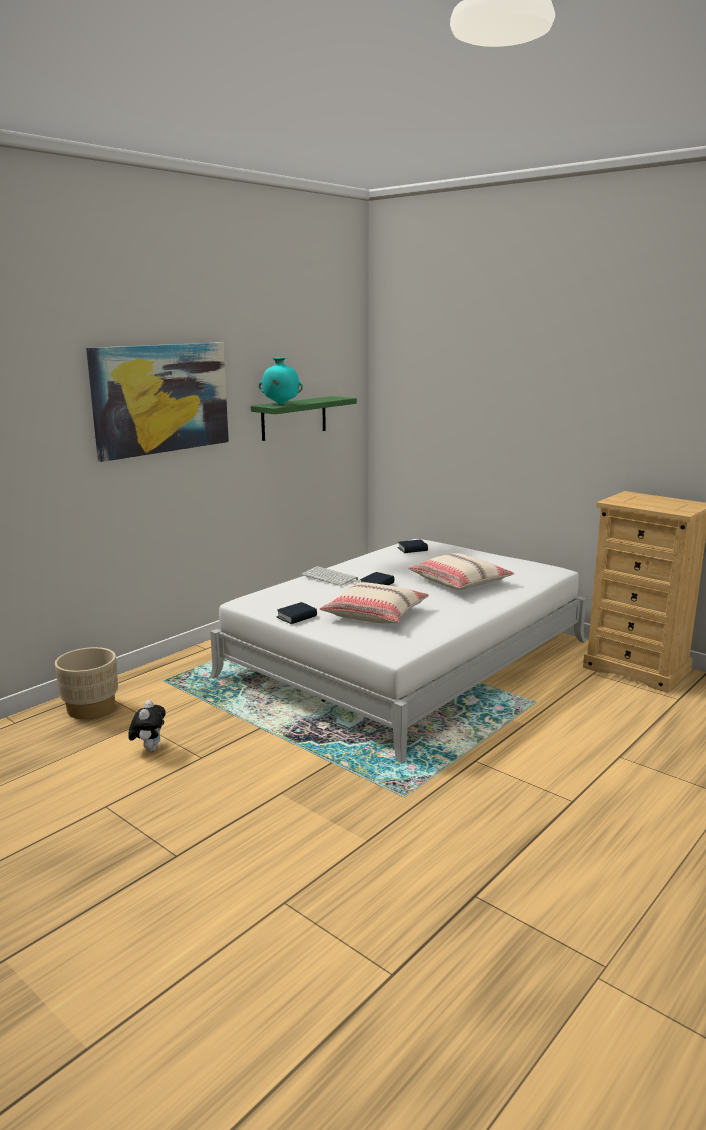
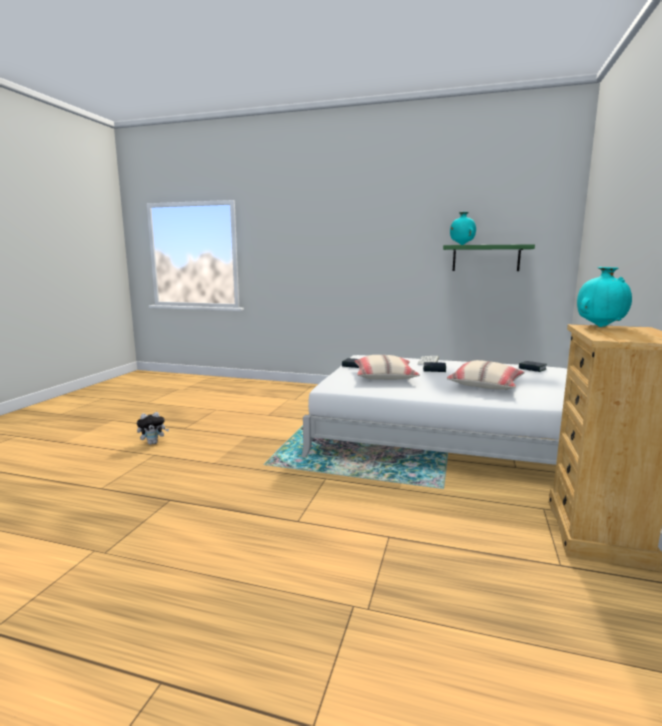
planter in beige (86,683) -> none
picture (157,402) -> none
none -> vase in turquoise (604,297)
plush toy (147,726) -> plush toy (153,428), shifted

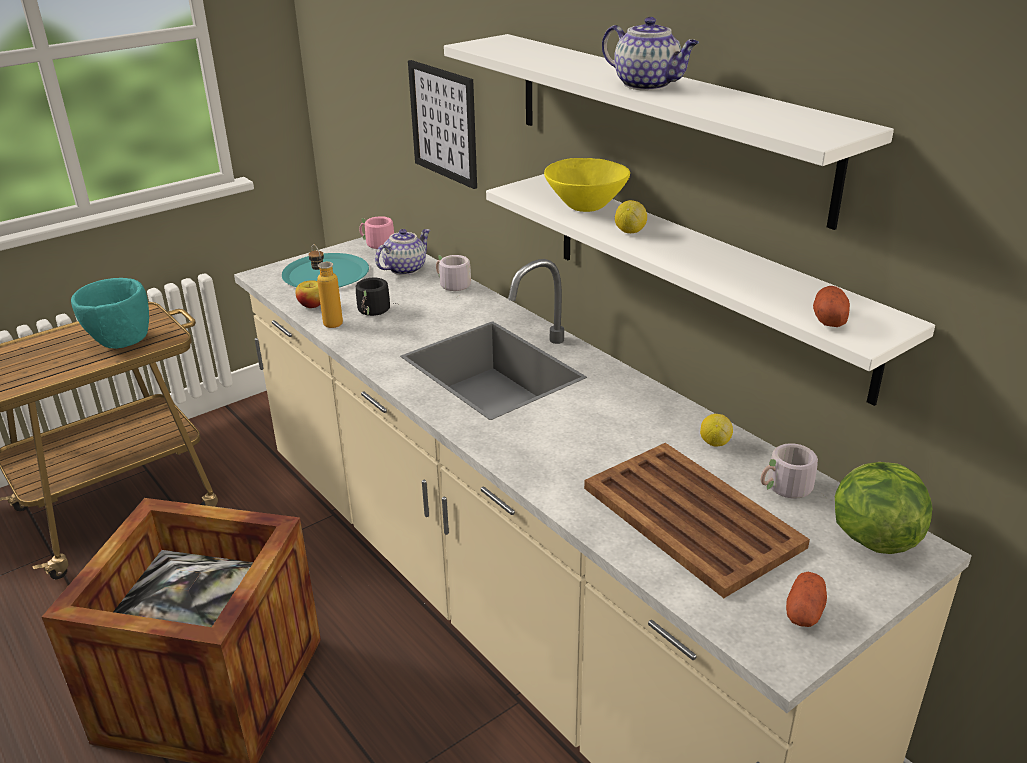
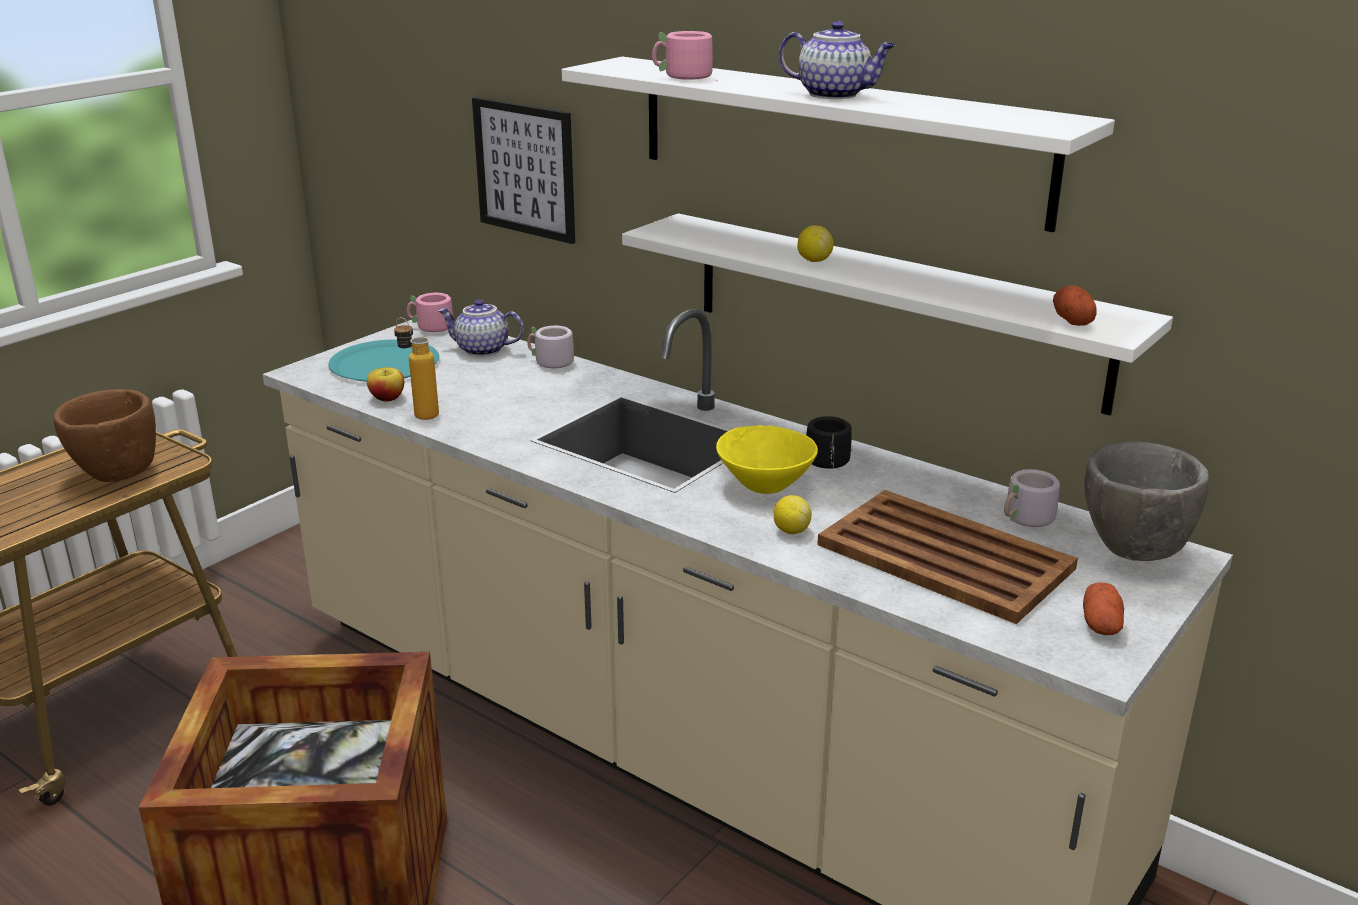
none -> mug in pink (685,56)
mug in black (375,296) -> mug in black (829,442), shifted
bowl in yellow (587,185) -> bowl in yellow (767,459), shifted
lemon (716,430) -> lemon (793,514), shifted
lettuce (883,508) -> bowl in grey (1146,501)
bowl in turquoise (110,313) -> bowl in brown (104,435)
teapot (402,252) -> teapot (481,328), 105 degrees counterclockwise

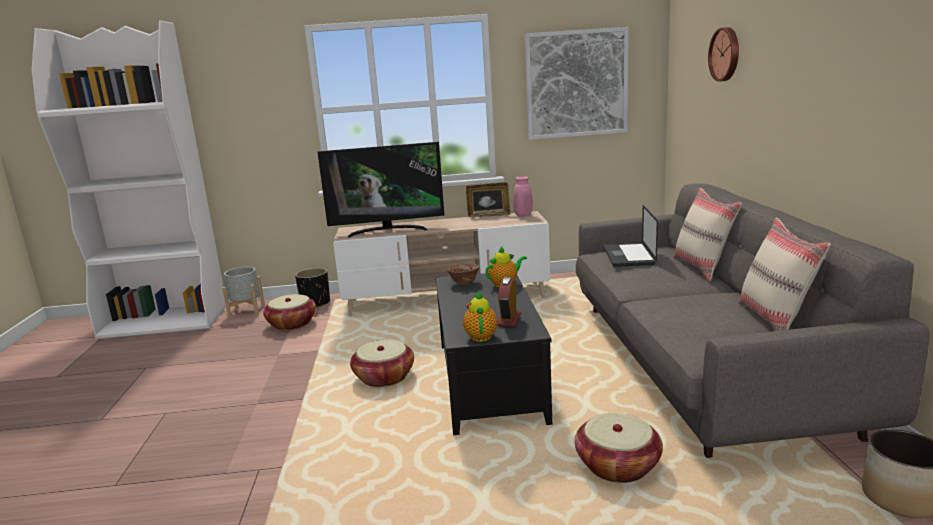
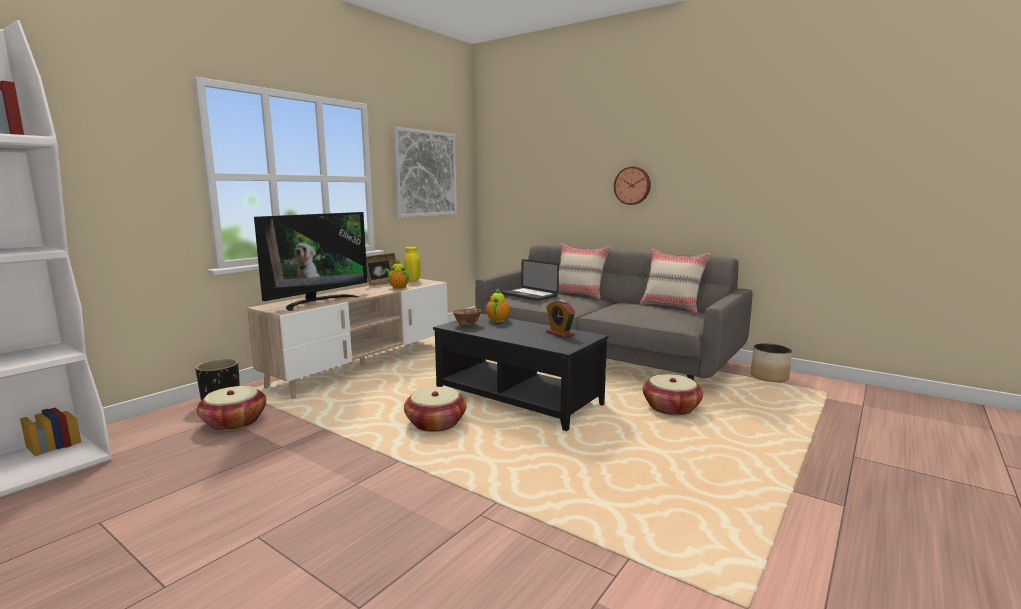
planter in grey (244,292) -> none
teapot (480,316) -> teapot (396,274), shifted
wall clock (723,54) -> wall clock (632,185), shifted
vase in pink (523,196) -> vase in yellow (412,264)

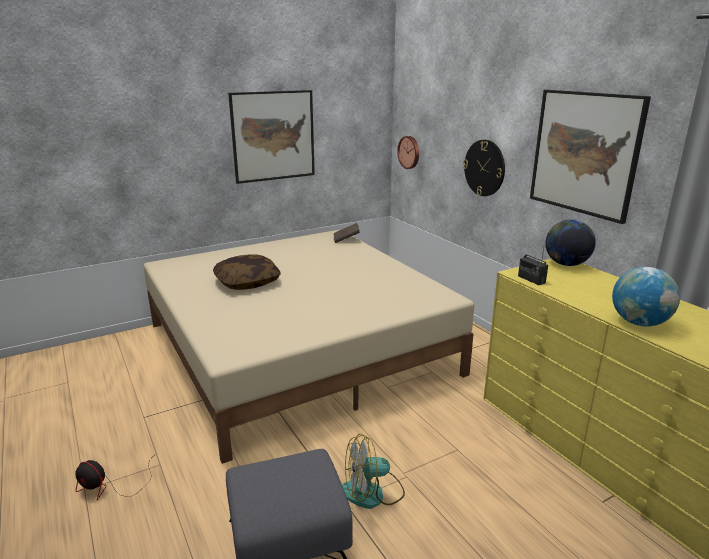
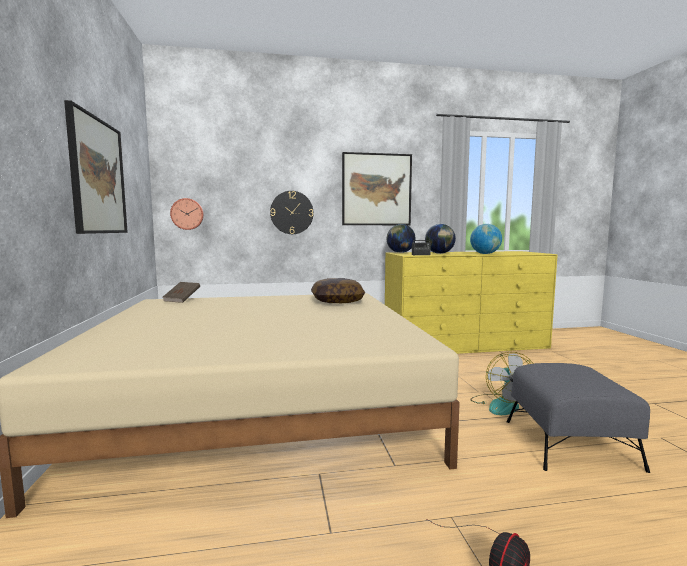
none -> globe (440,239)
pillow (246,272) -> pillow (338,290), shifted

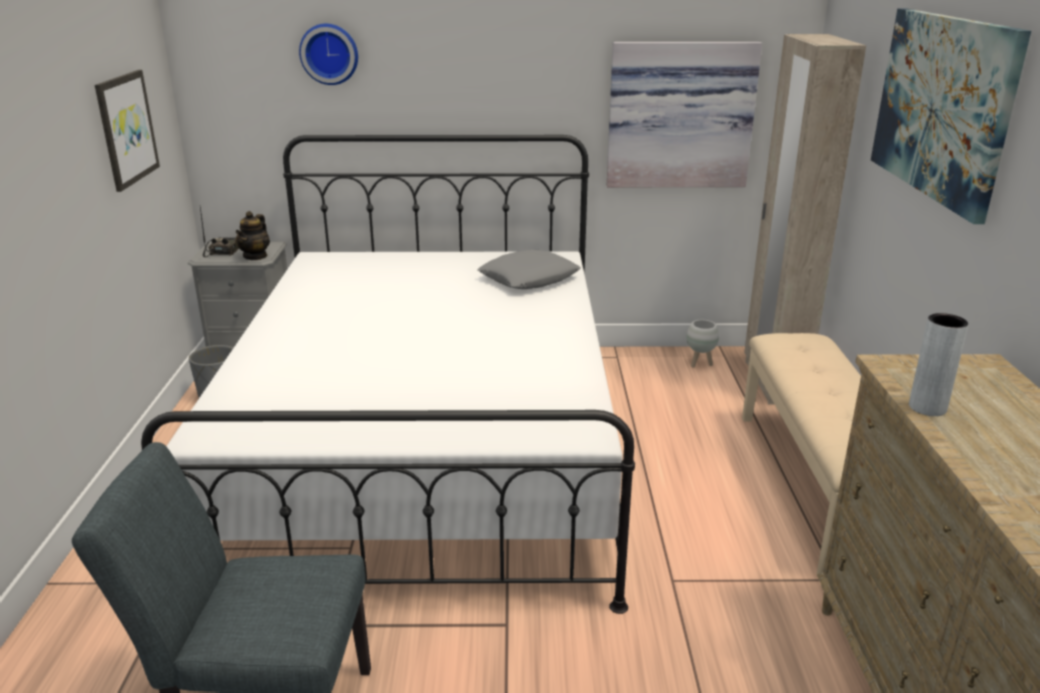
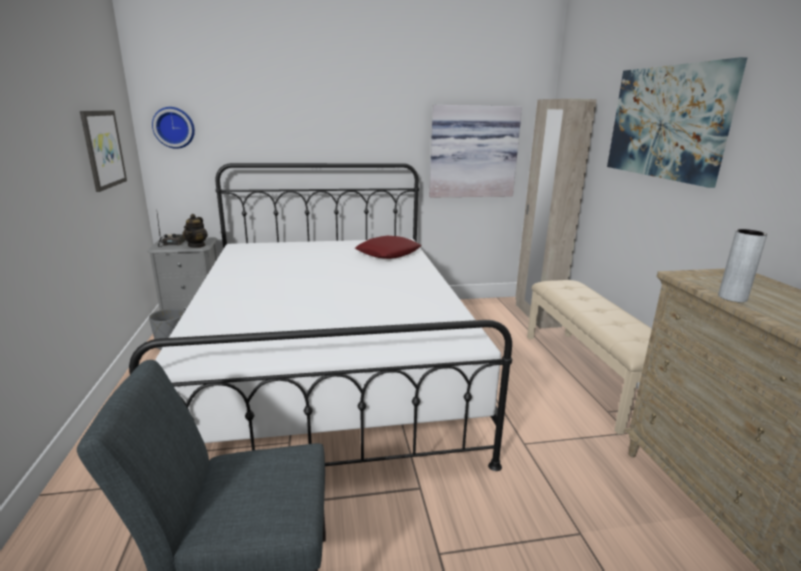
planter in white (703,343) -> none
wall clock (328,54) -> wall clock (173,128), shifted
pillow in grey (529,269) -> pillow in red (388,247)

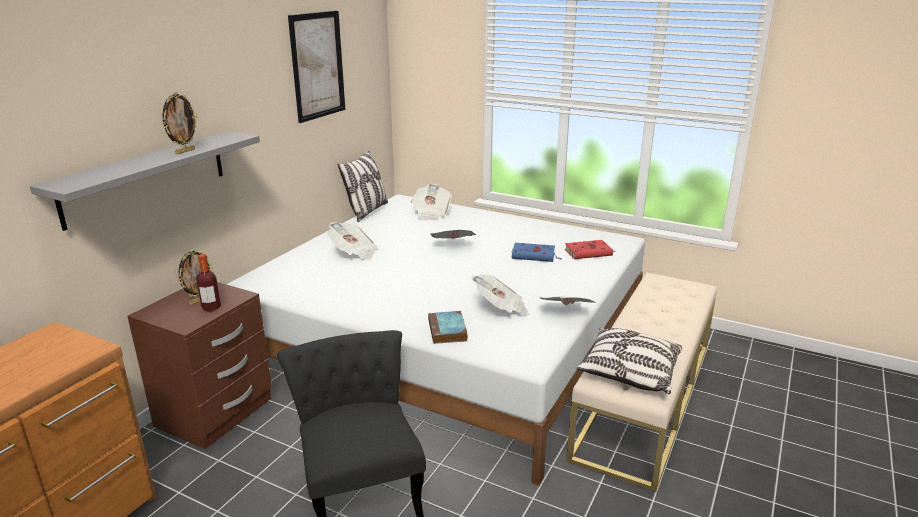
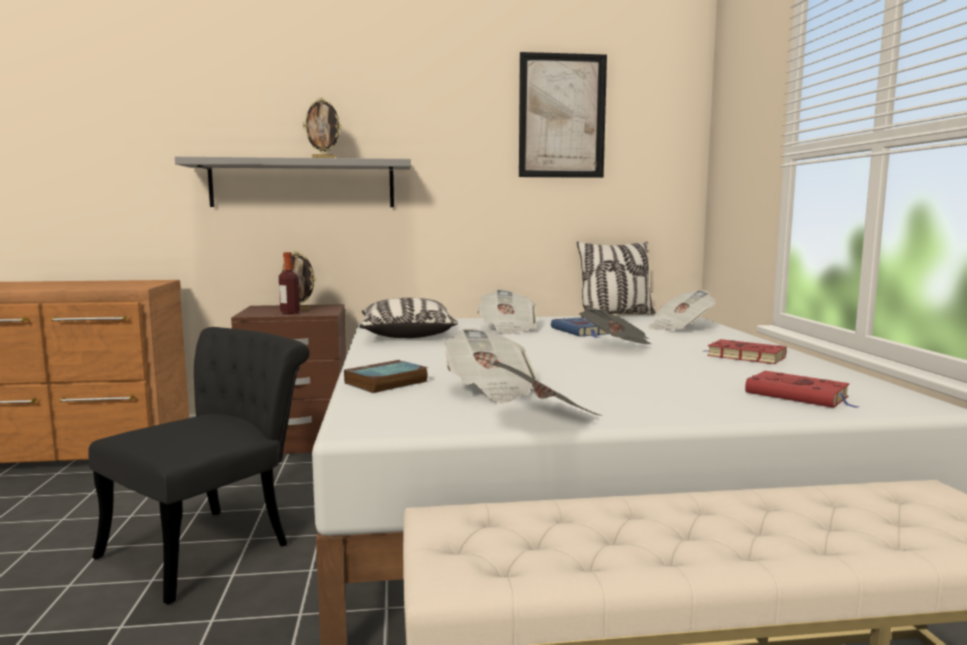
none -> book in red (745,351)
book in blue (537,252) -> book in blue (580,327), shifted
pillow (629,361) -> pillow (408,318), shifted

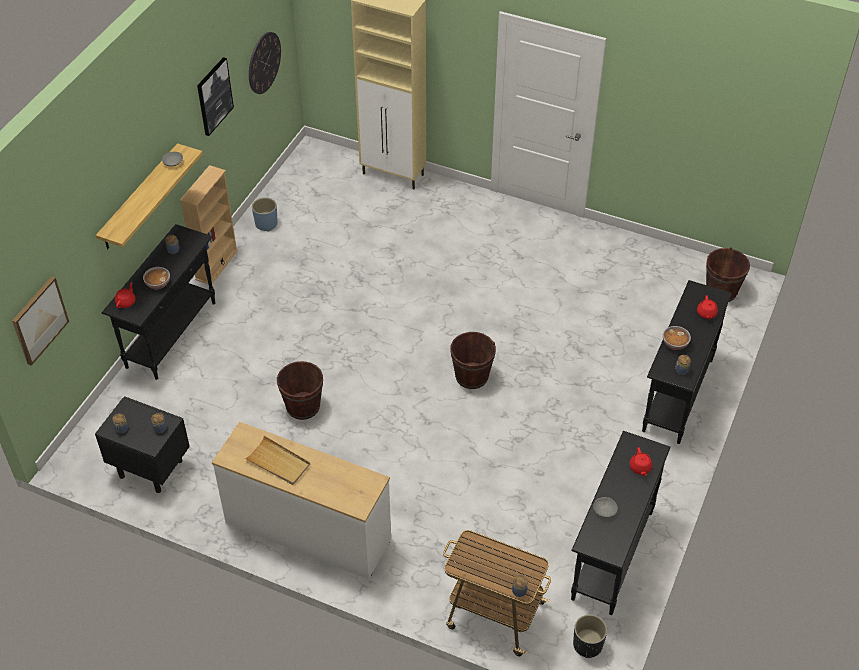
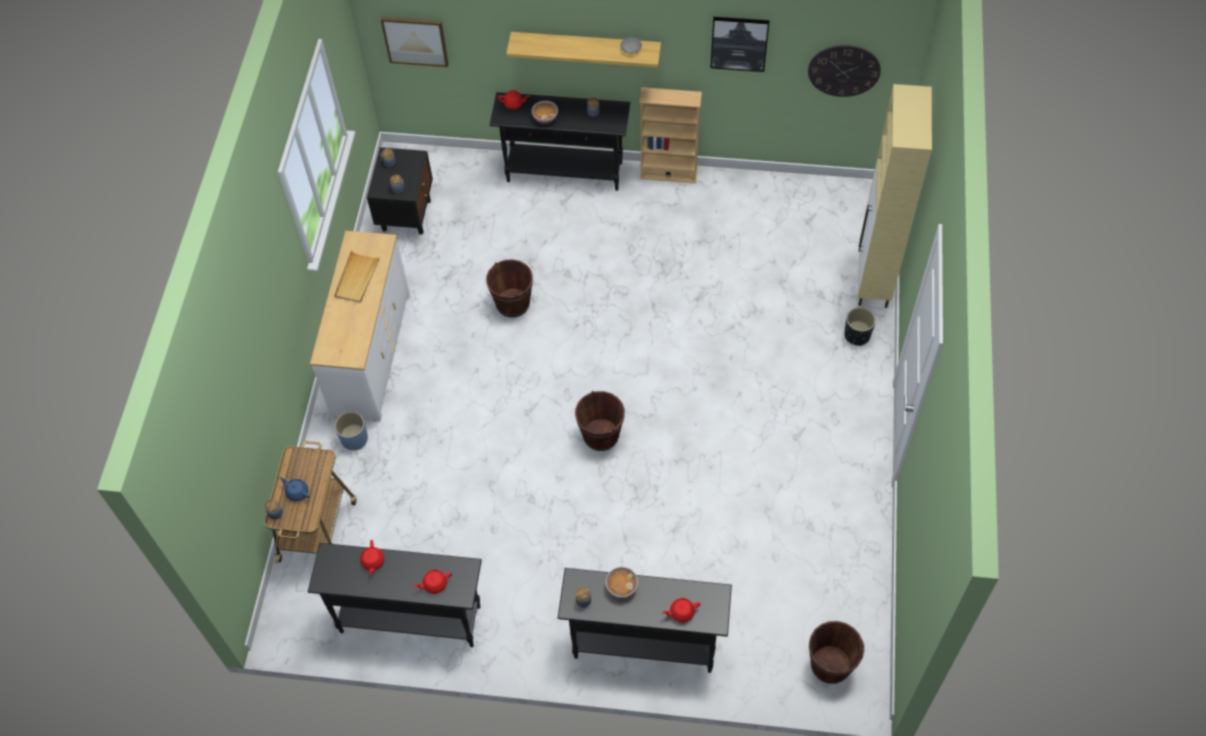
none -> teapot in blue (294,489)
planter in blue (265,214) -> planter in blue (351,430), shifted
planter in black (590,636) -> planter in black (860,326), shifted
bowl in grey (605,507) -> teapot in red (372,557)

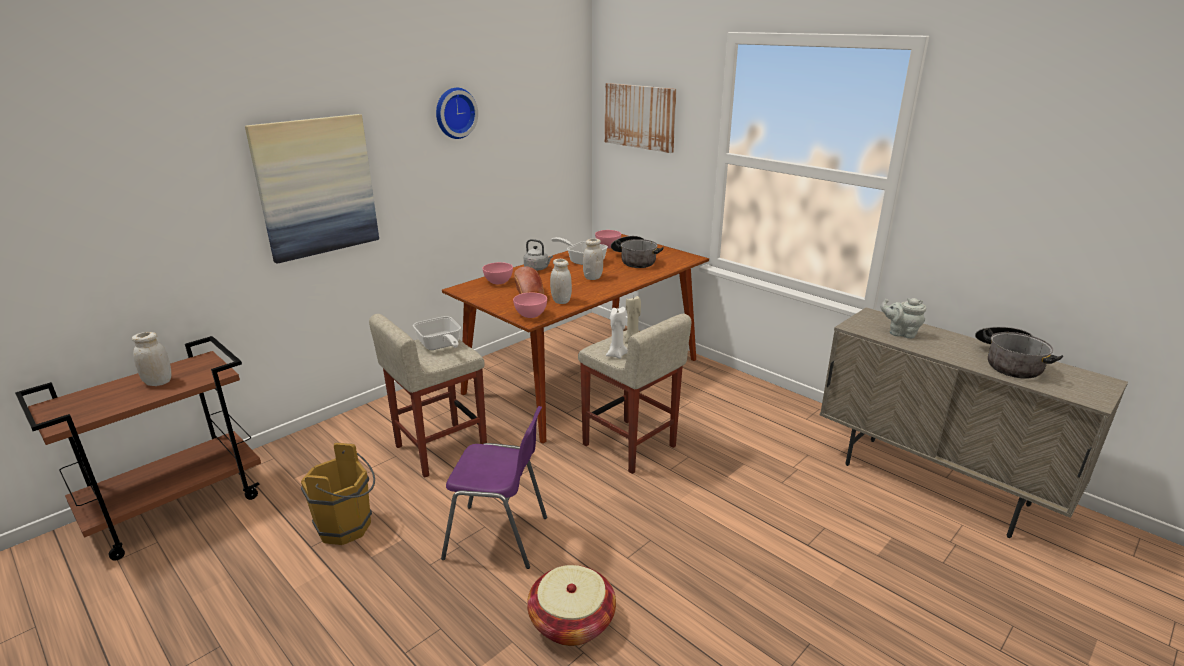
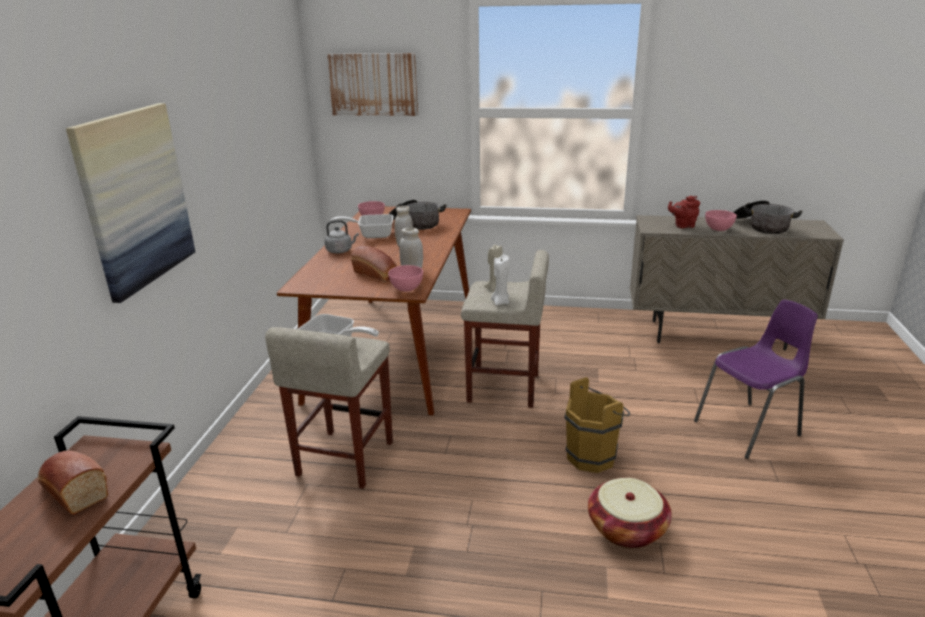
wall clock (457,113) -> none
bucket in brown (338,493) -> bucket in brown (597,425), shifted
chair in purple (494,487) -> chair in purple (756,379), shifted
bowl in pink (498,273) -> bowl in pink (721,220), shifted
jar in white (151,359) -> bread (73,483)
teapot in grey (903,318) -> teapot in red (684,212)

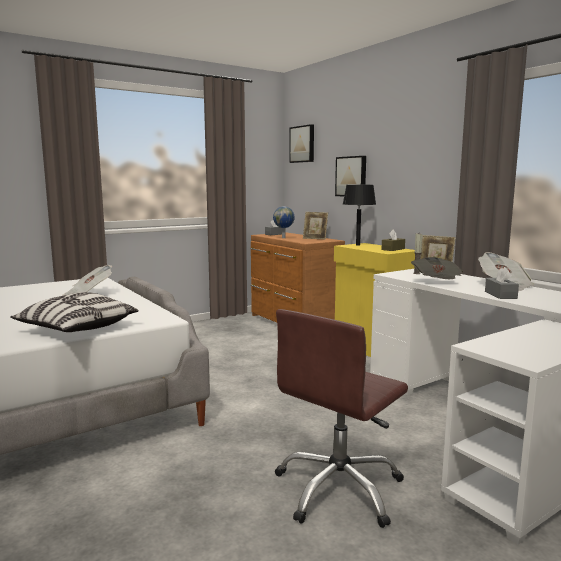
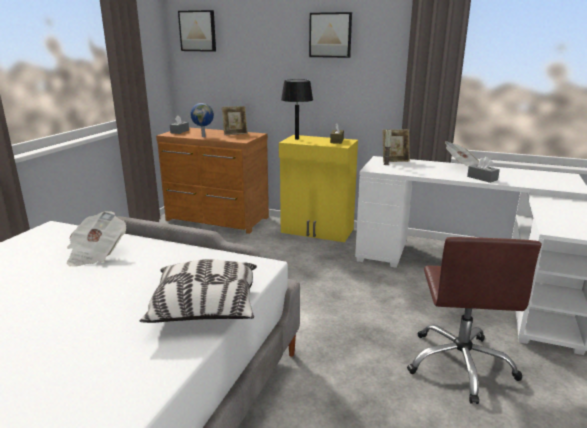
newspaper (437,268) -> none
picture (350,176) -> picture (330,35), shifted

